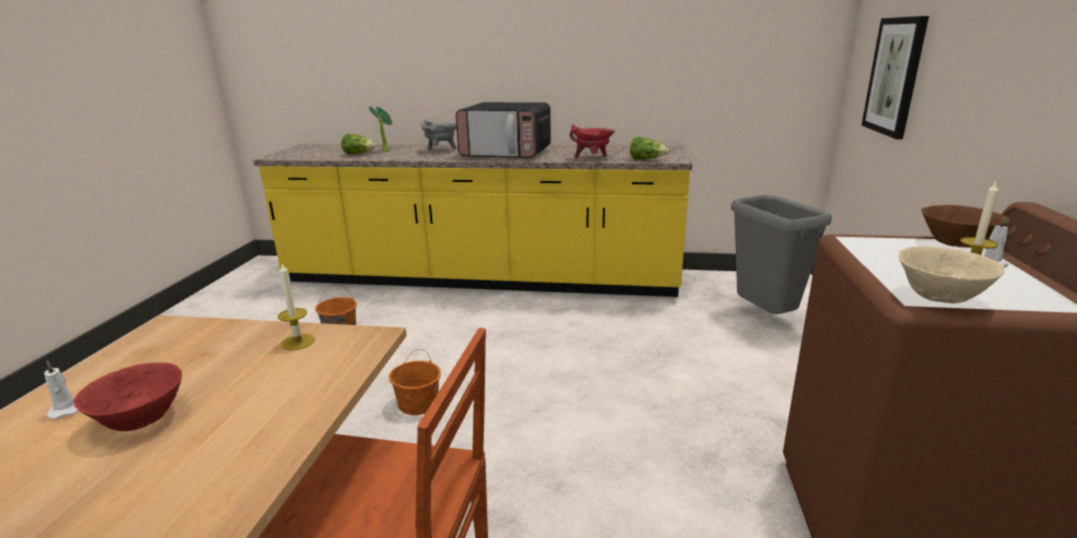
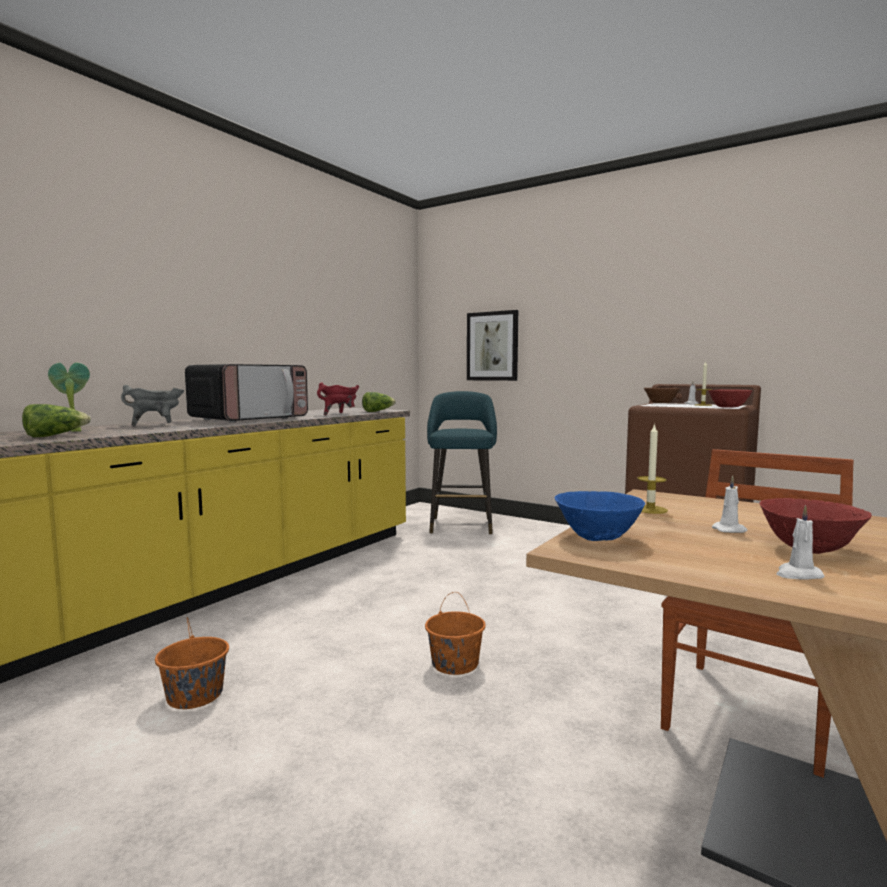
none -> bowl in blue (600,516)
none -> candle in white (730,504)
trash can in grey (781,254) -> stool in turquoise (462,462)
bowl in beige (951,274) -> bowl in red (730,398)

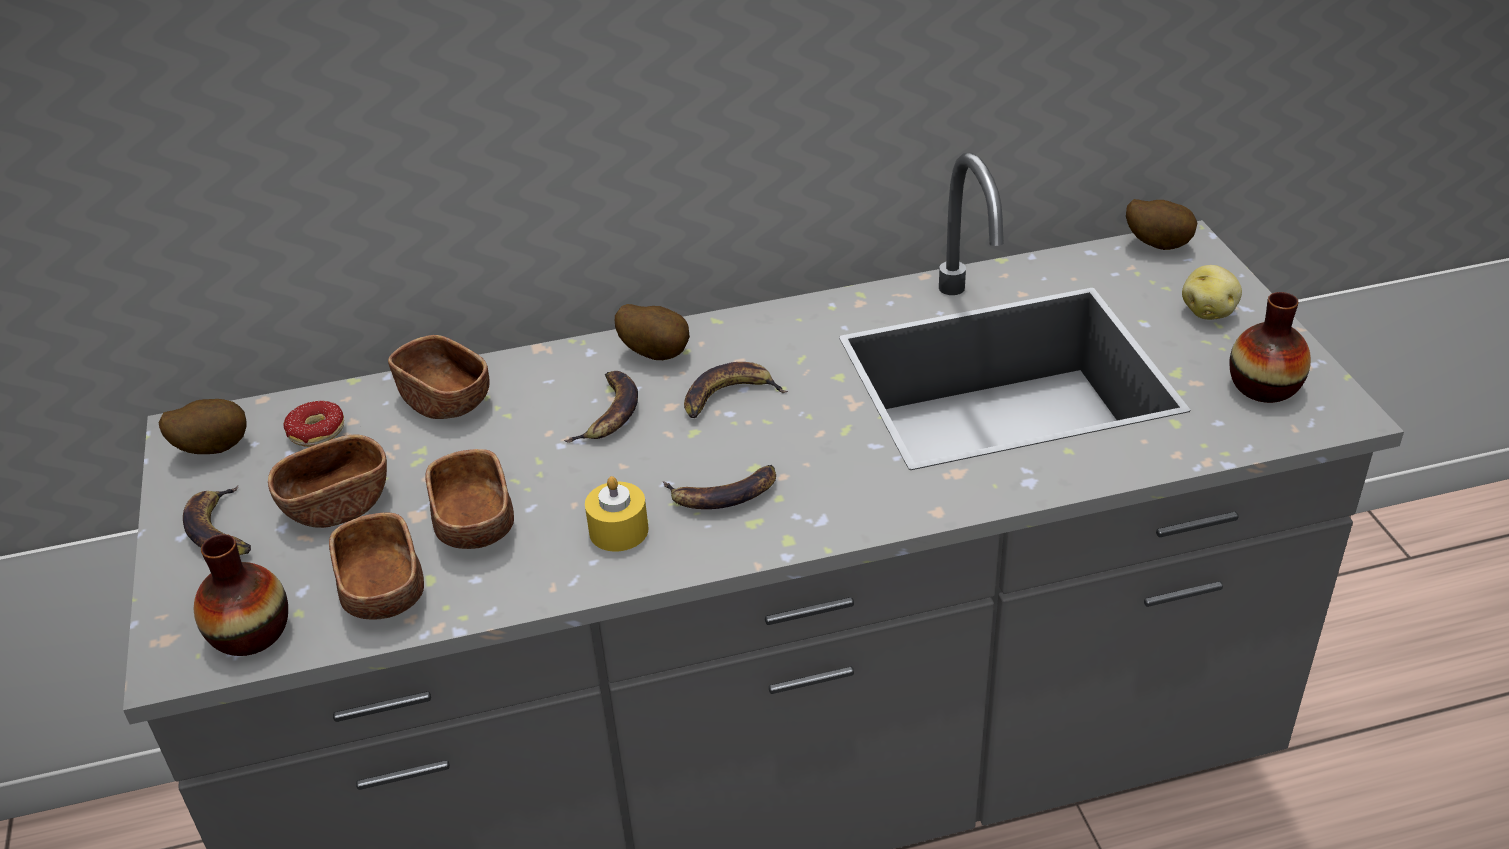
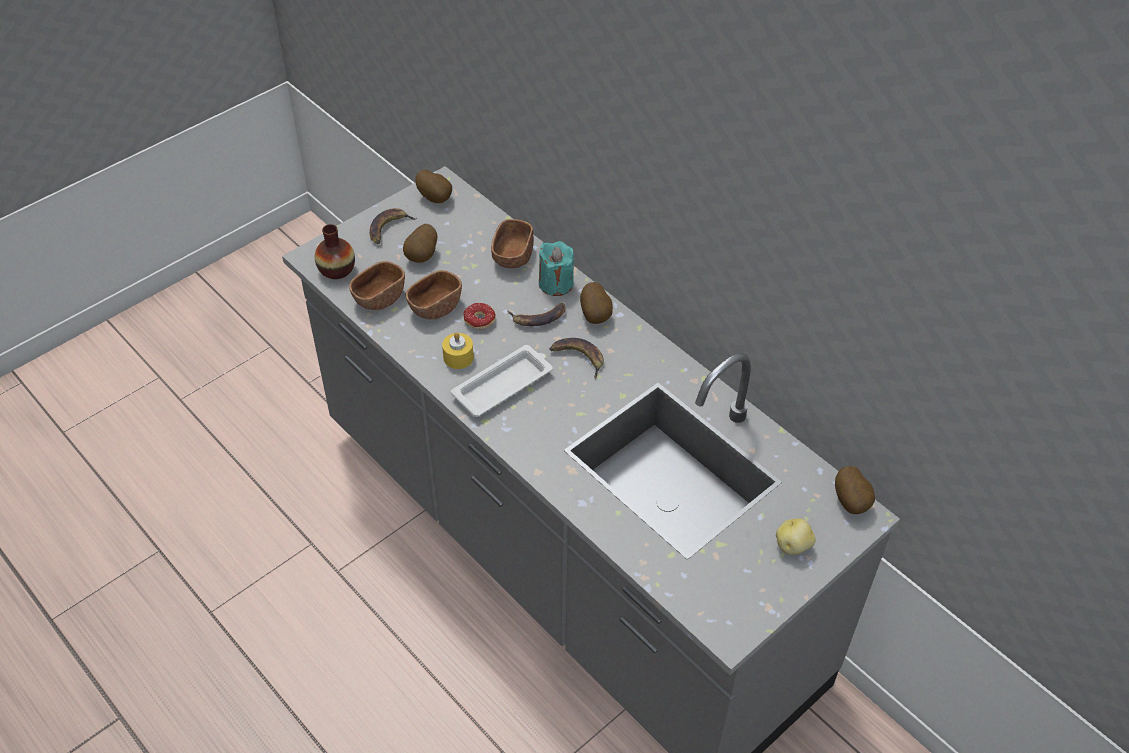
vase (1270,347) -> none
none -> candle in turquoise (556,268)
donut (314,423) -> donut (480,316), shifted
bowl in brown (327,481) -> potato (420,243)
banana (719,487) -> tray in white (502,381)

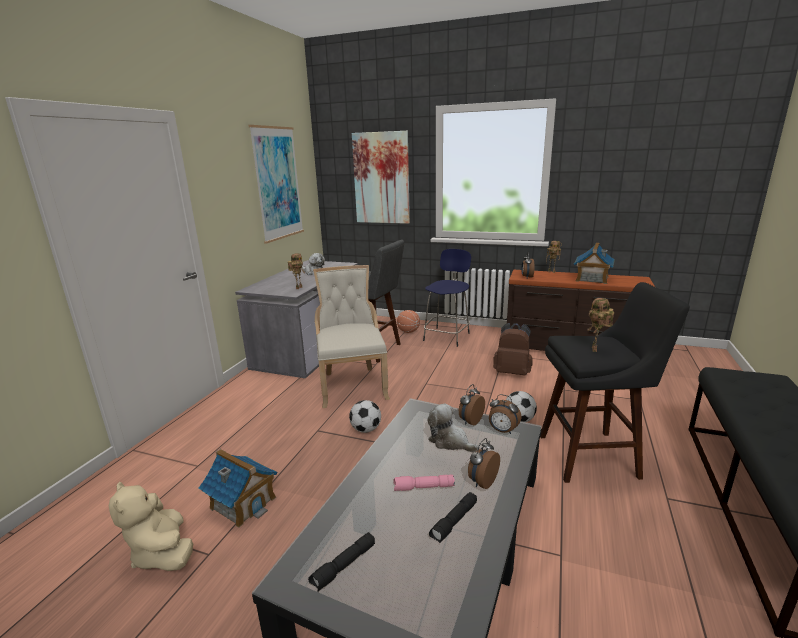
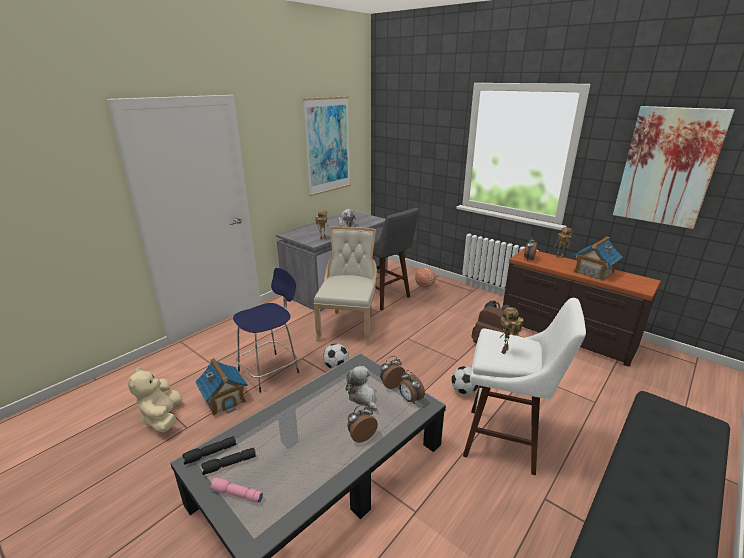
picture (381,177) -> picture (673,167), shifted
flashlight in pink (424,483) -> flashlight in pink (236,490), shifted
stool in blue (447,298) -> stool in blue (266,330), shifted
flashlight in black (453,517) -> flashlight in black (209,450), shifted
stool in black (615,382) -> stool in white (524,386)

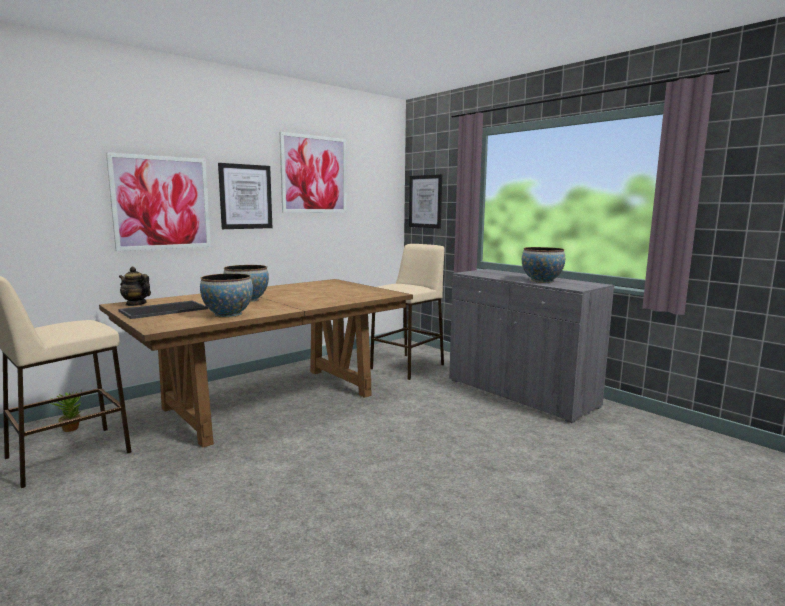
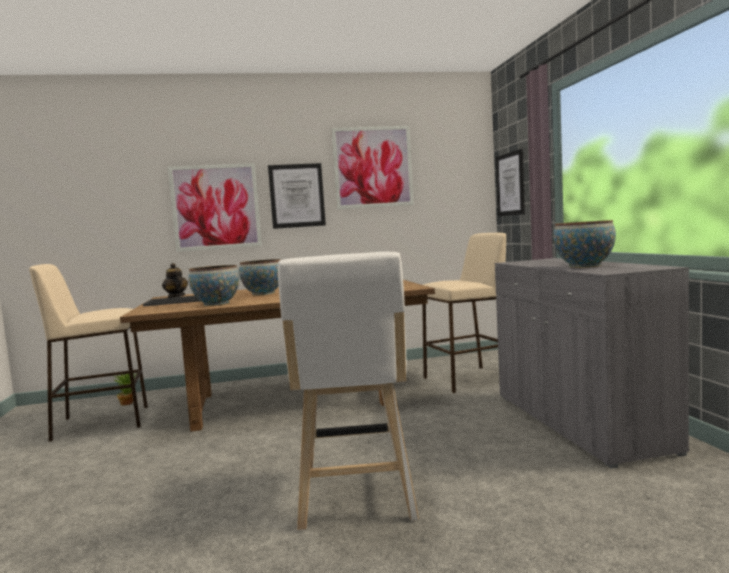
none -> stool in white (348,391)

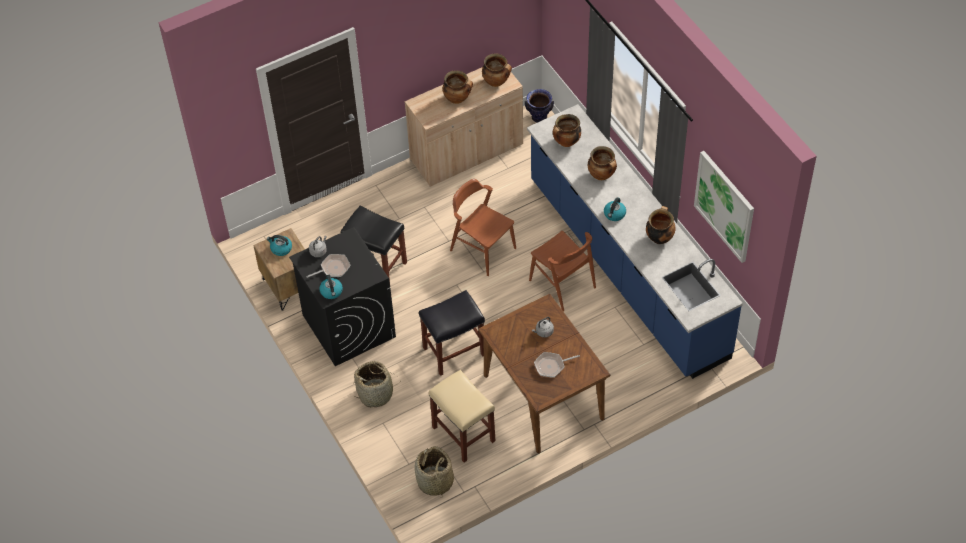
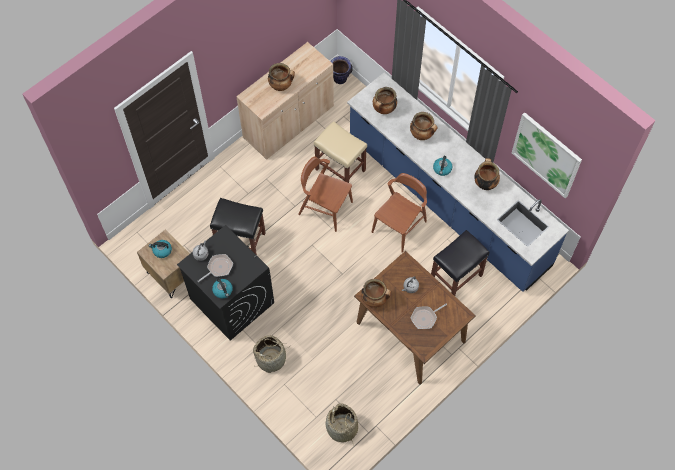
stool in black (452,333) -> stool in black (460,263), shifted
stool in beige (462,416) -> stool in beige (340,152), shifted
cooking pot (497,70) -> cooking pot (376,293), shifted
chair in brown (562,271) -> chair in brown (399,213), 90 degrees counterclockwise

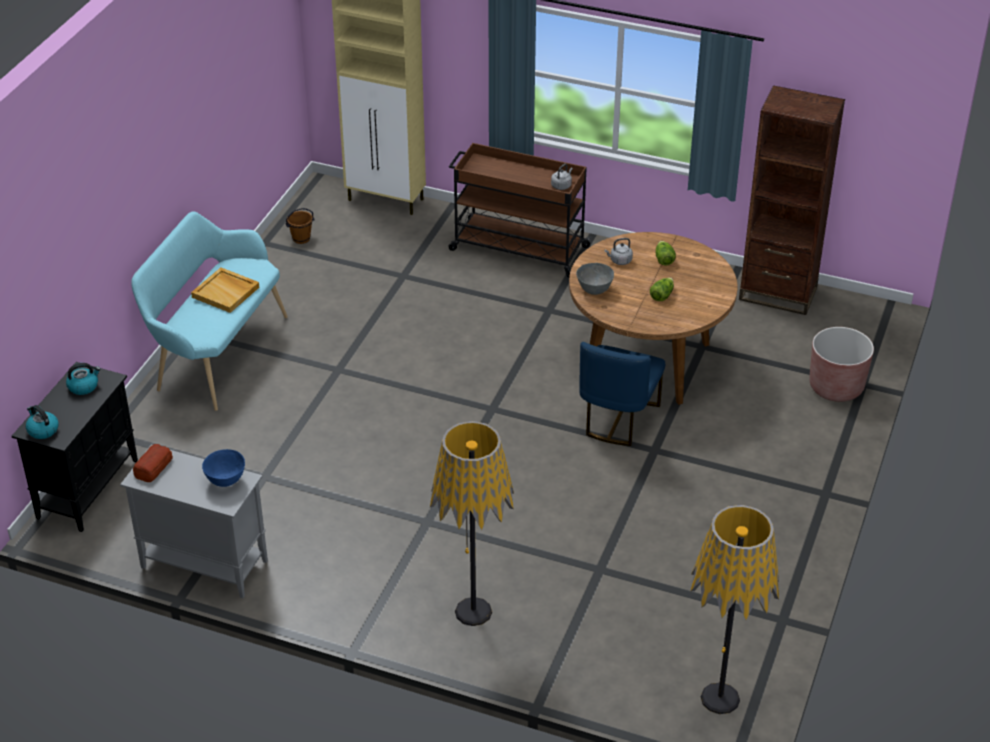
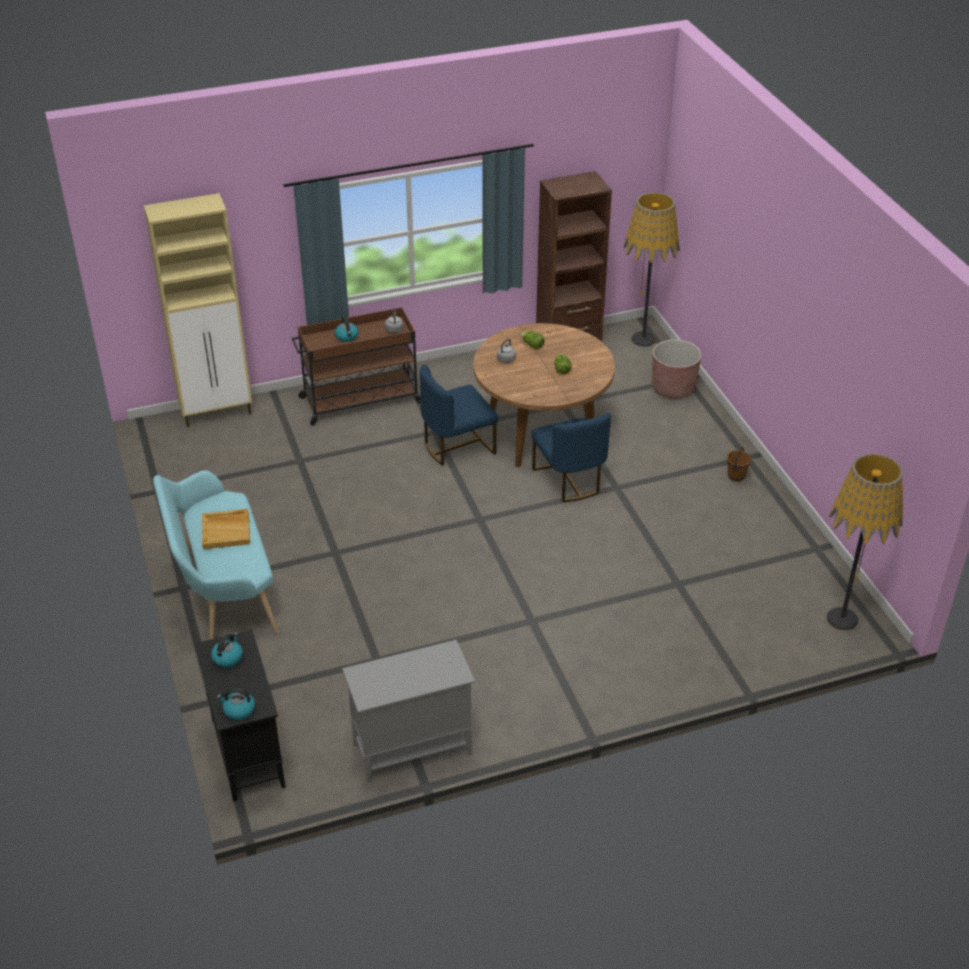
bread (153,463) -> none
bowl in blue (223,468) -> none
bowl in grey (595,279) -> none
none -> kettle (347,329)
none -> chair in blue (459,415)
bucket in brown (299,226) -> bucket in brown (739,464), shifted
floor lamp (472,523) -> floor lamp (651,269), shifted

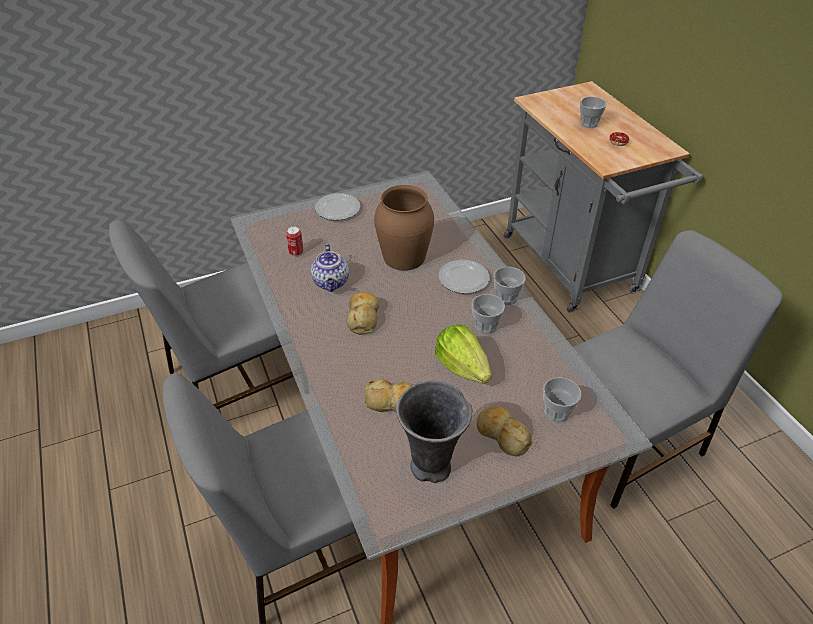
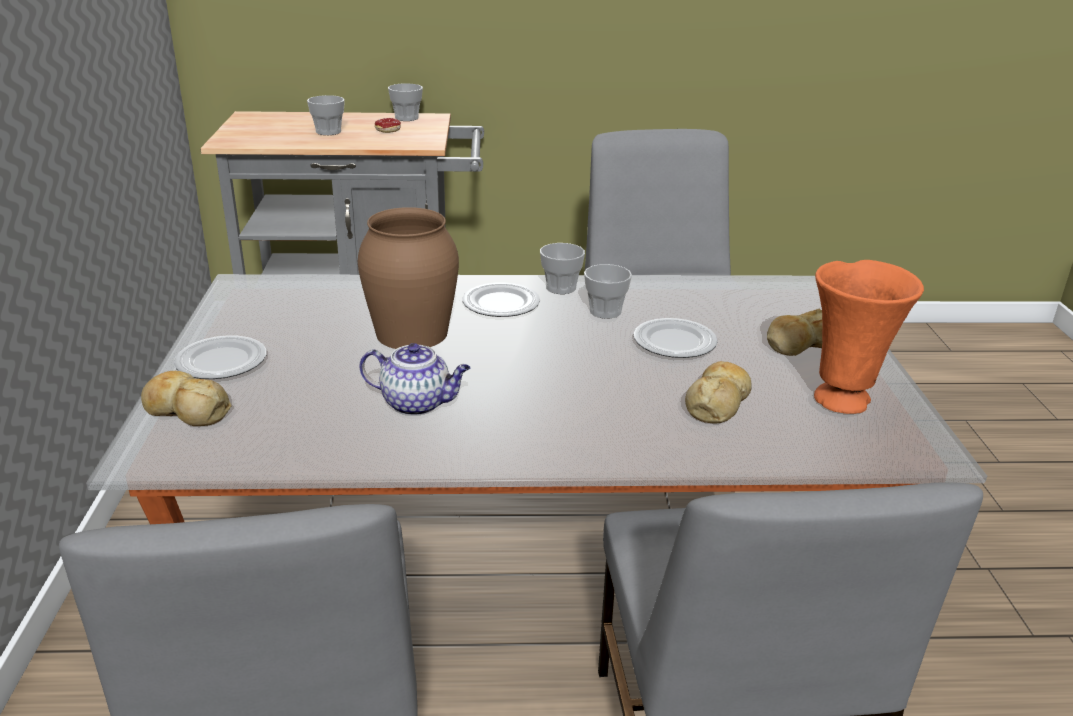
can (295,241) -> none
bread (362,313) -> bread (186,398), shifted
cup (562,399) -> cup (405,102), shifted
lettuce (463,354) -> plate (675,338)
vase in grey (434,431) -> vase in orange (869,337)

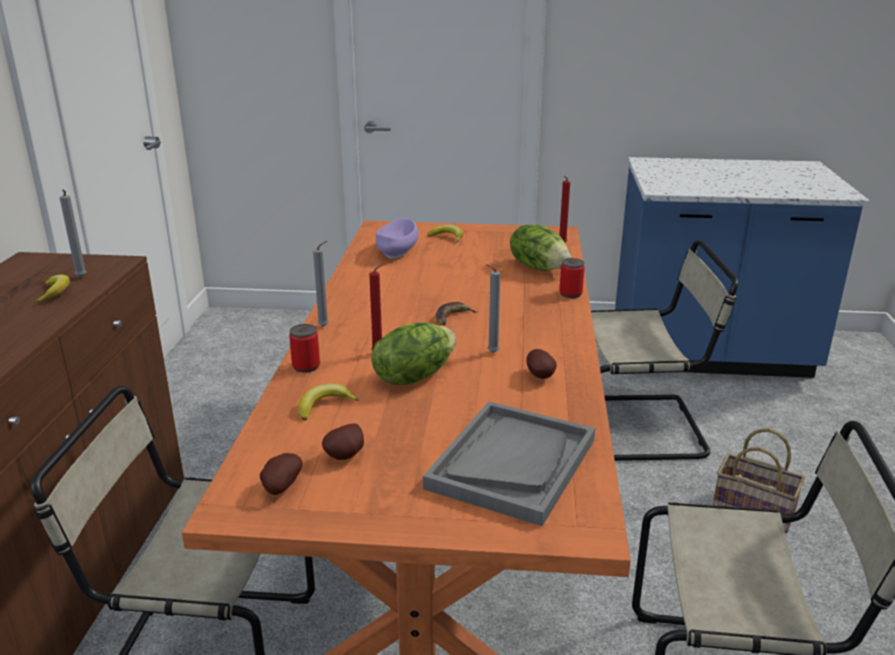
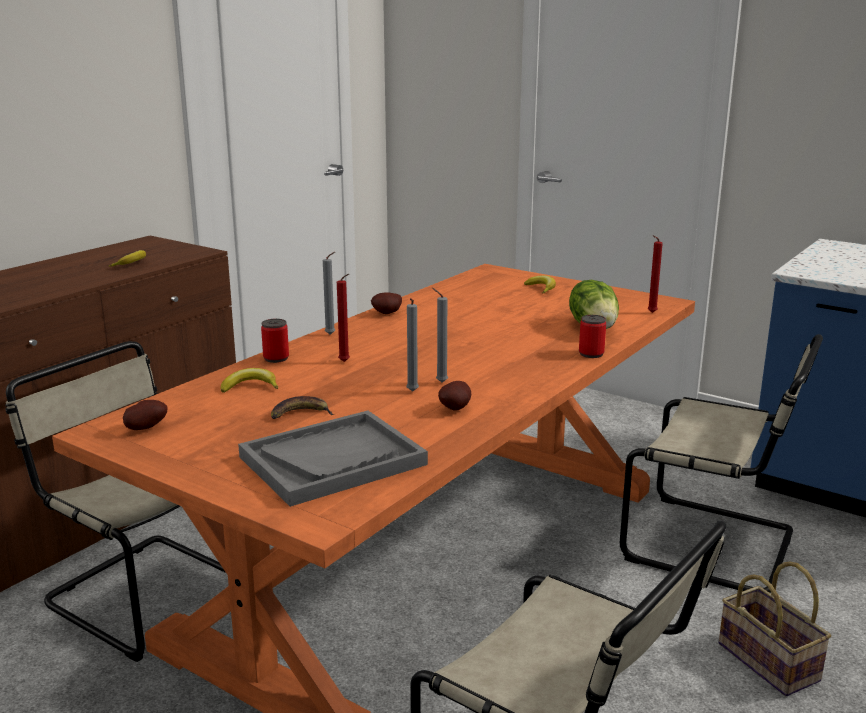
lettuce (413,353) -> none
bowl in purple (397,238) -> none
candle in grey (73,233) -> candle in grey (412,345), shifted
potato (343,442) -> potato (386,303), shifted
banana (456,313) -> banana (302,407), shifted

